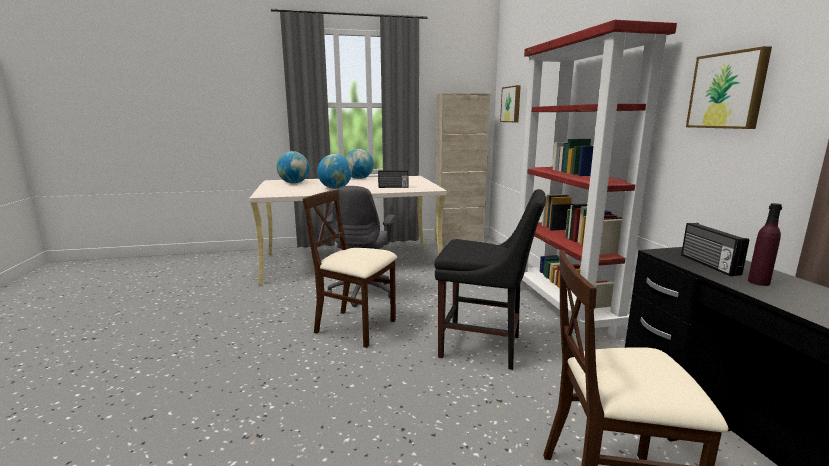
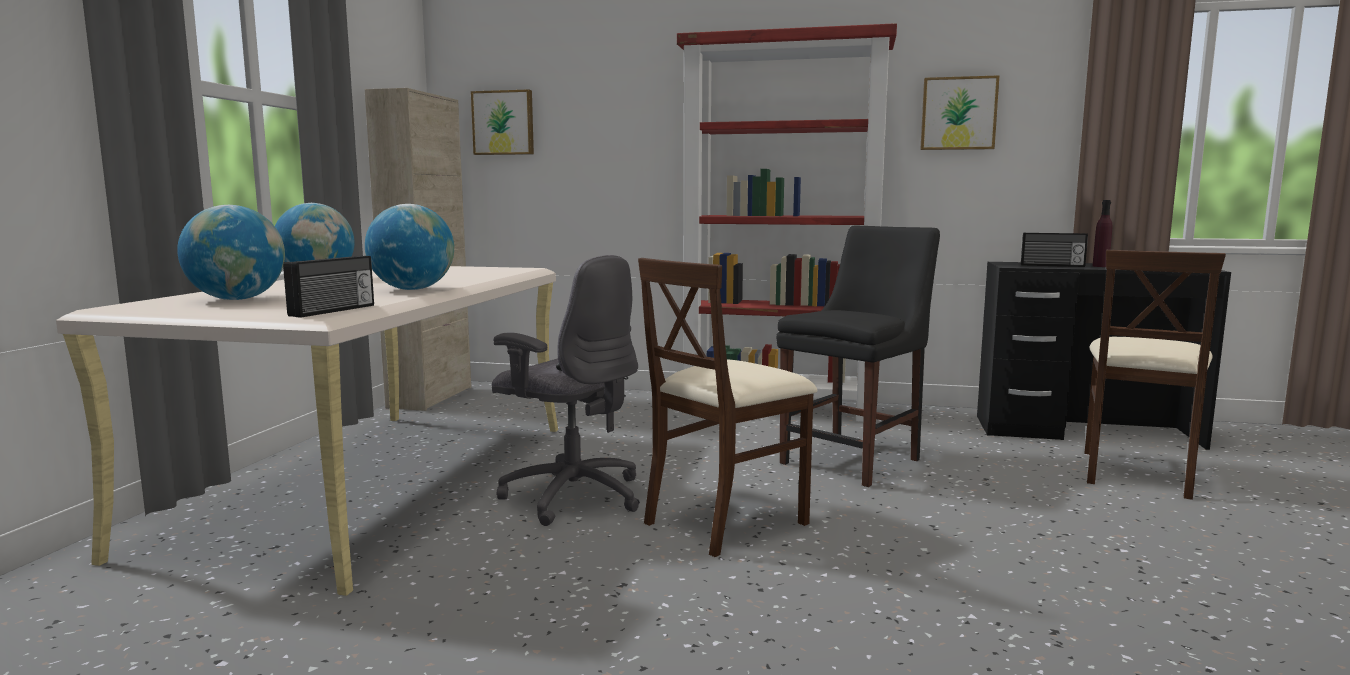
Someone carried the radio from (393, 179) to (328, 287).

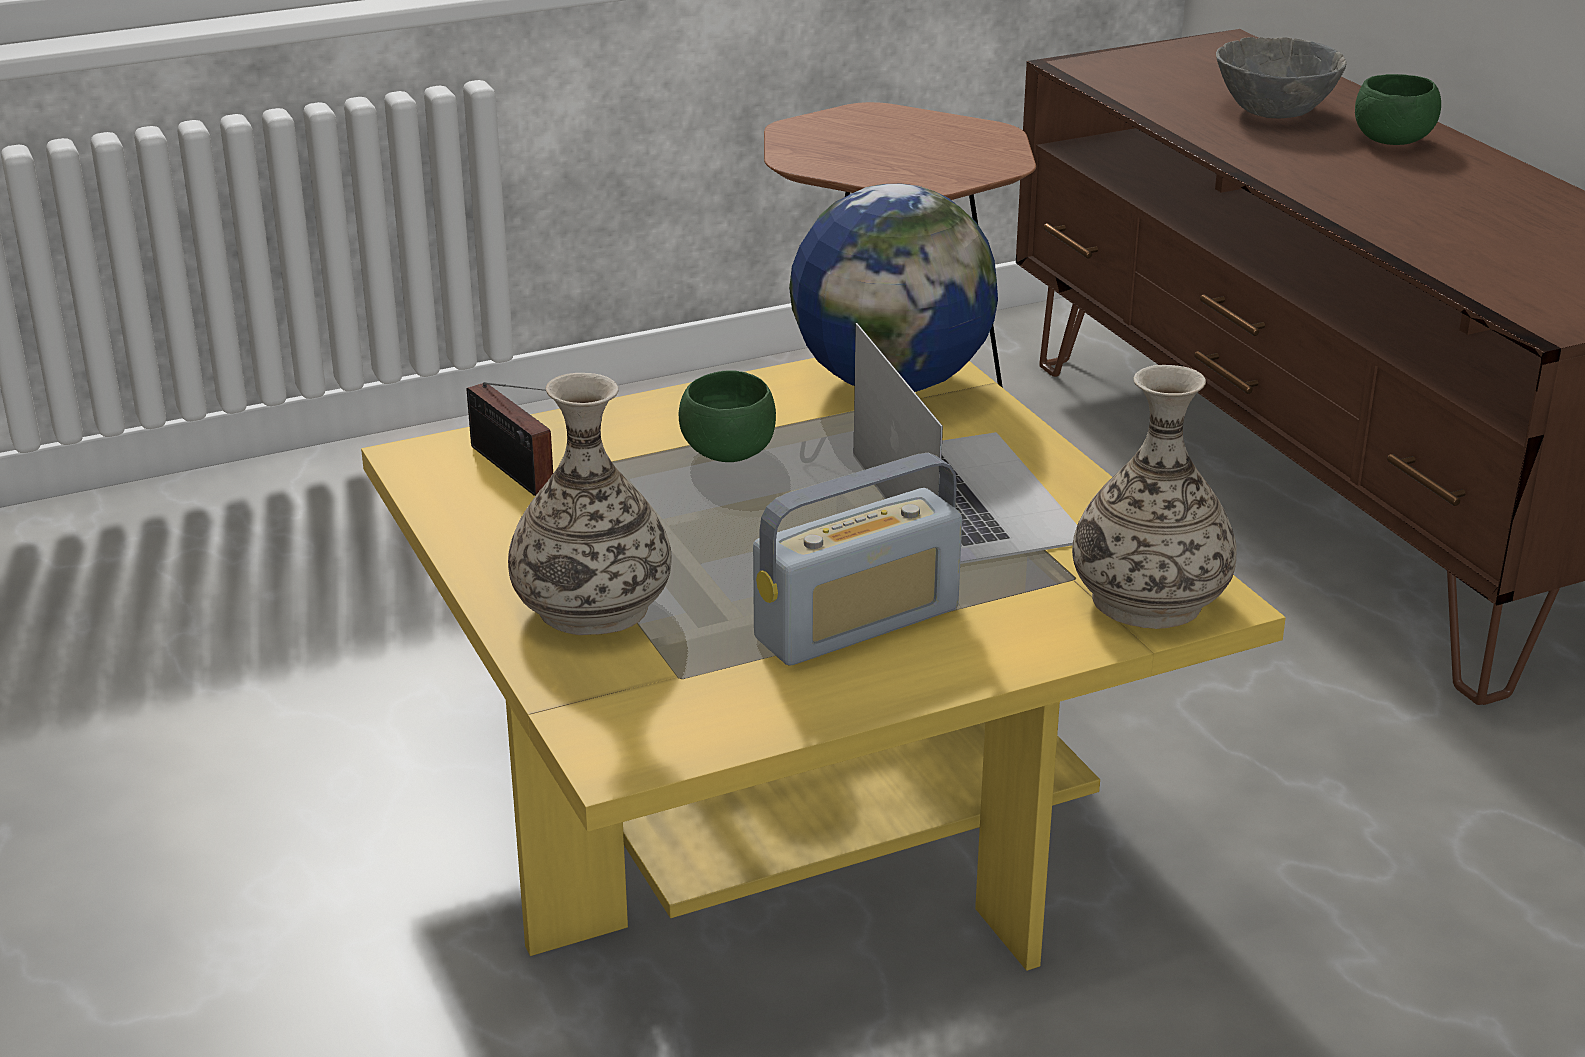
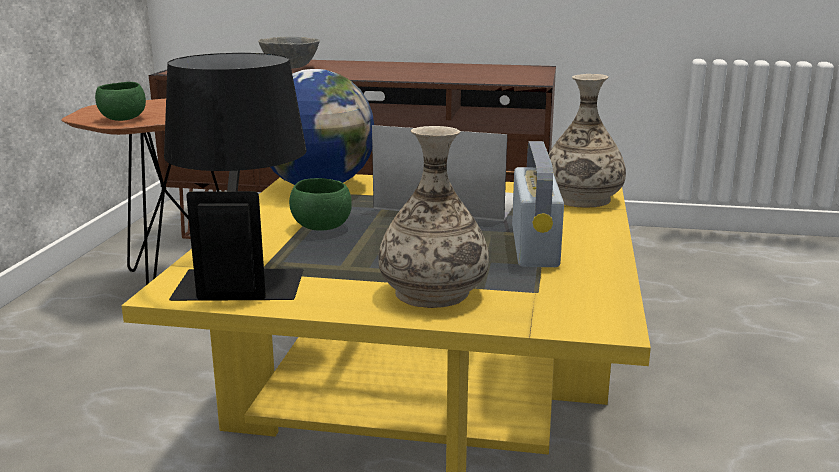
Someone carried the green bowl from (1398, 109) to (120, 101). Someone swapped the radio at (510, 439) for the black table lamp at (235, 177).

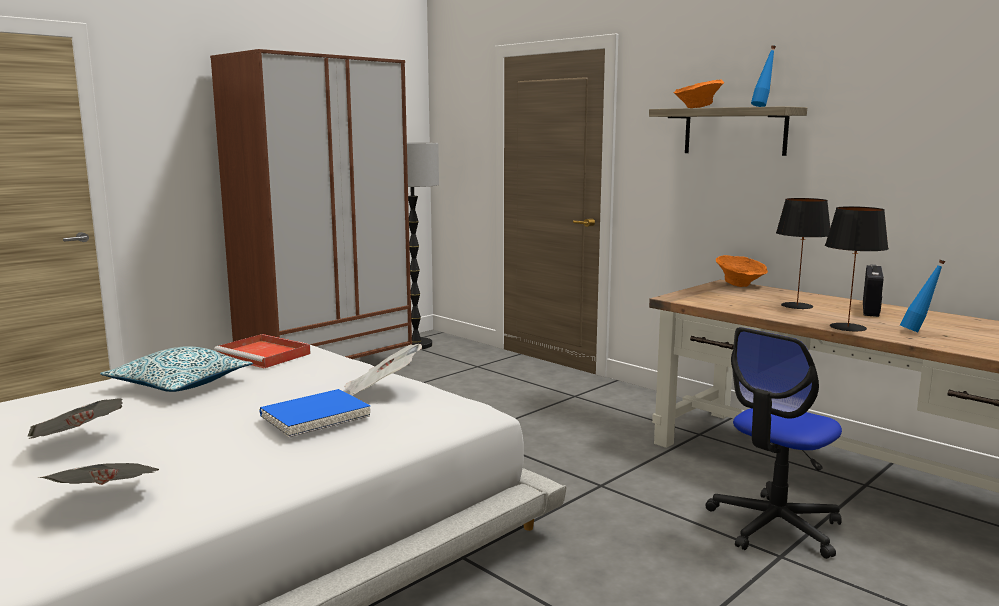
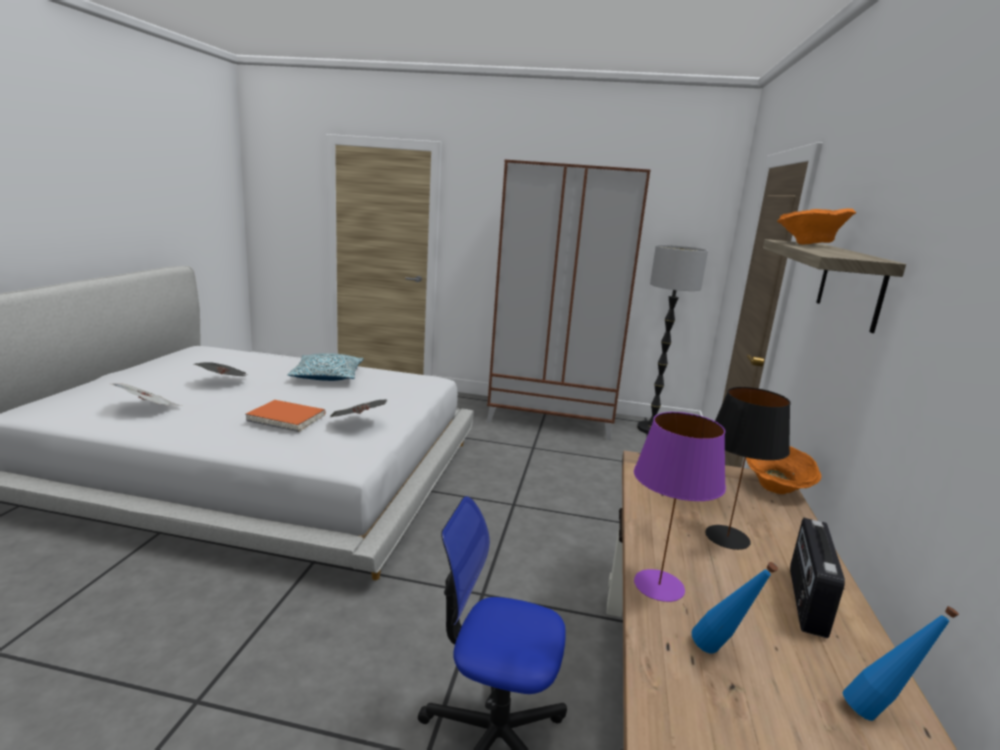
Someone took away the red tray at (262, 351). Someone carried the blue bottle from (763, 76) to (901, 663). Someone repainted the blue book at (315, 413), which became the orange book at (286, 416). Someone repainted the black table lamp at (857, 268), which became the purple table lamp at (680, 507). Someone rotated the radio at (873, 291) by 120 degrees clockwise.

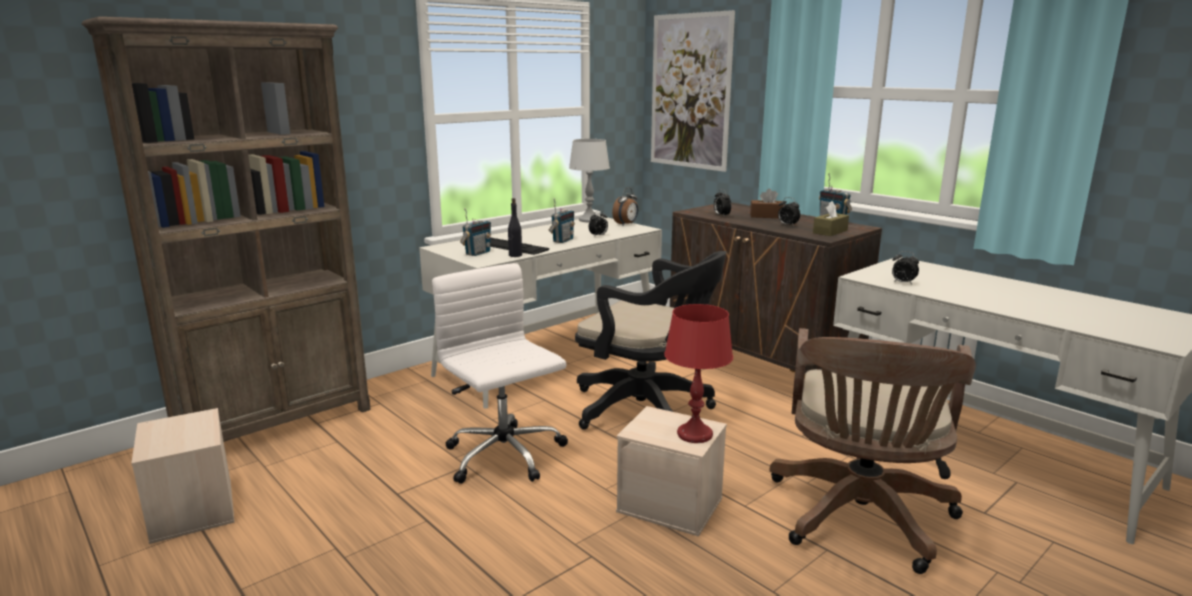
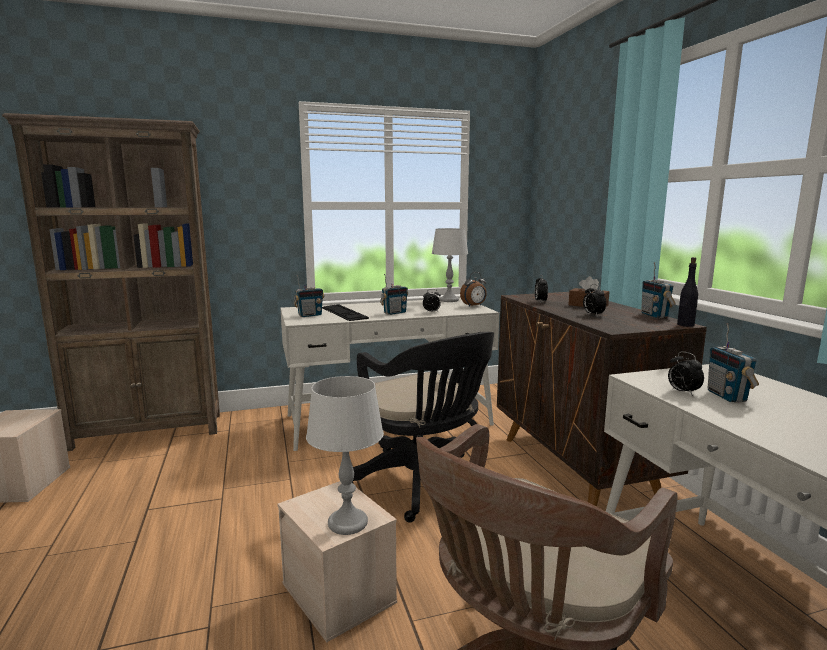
Someone took away the white office chair at (500, 373). Someone took away the picture at (693, 91). Someone took away the brown tissue box at (831, 218). Someone put down the radio at (733, 363). Someone carried the black bottle from (515, 227) to (687, 292). Someone repainted the red table lamp at (698, 373), which became the grey table lamp at (345, 455).

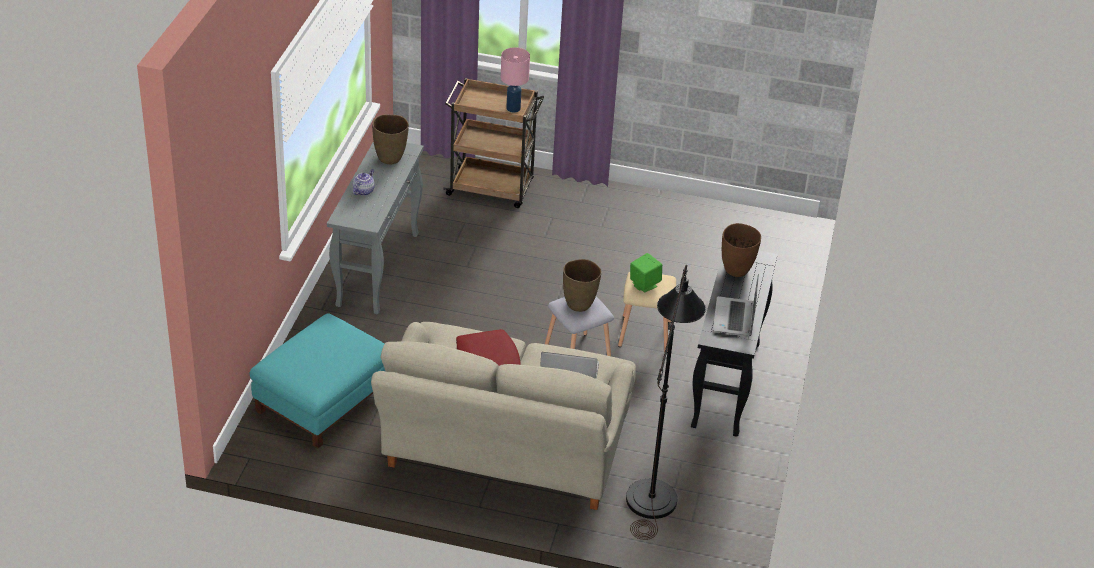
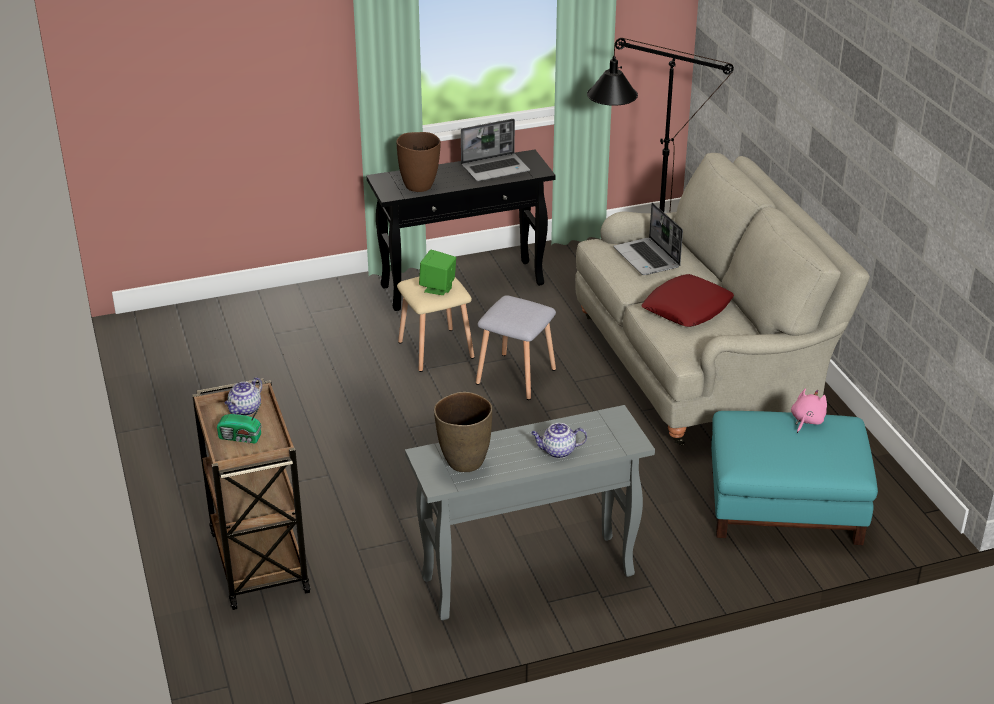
Someone took away the brown vase at (582, 285). Someone put down the radio at (239, 422). Someone put down the pink plush toy at (809, 410). Someone swapped the pink table lamp at (515, 80) for the teapot at (243, 396).

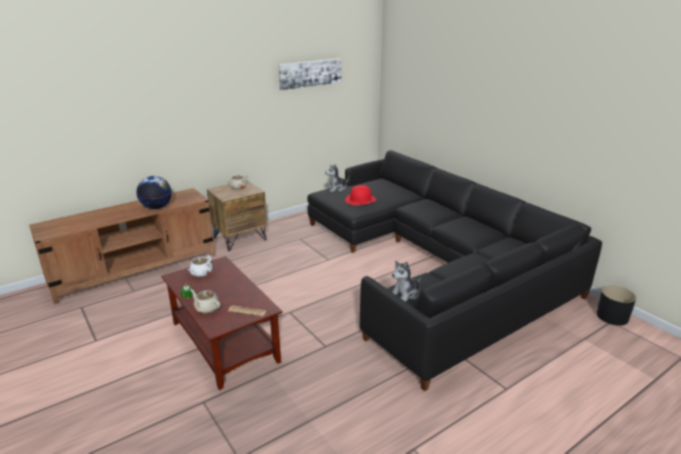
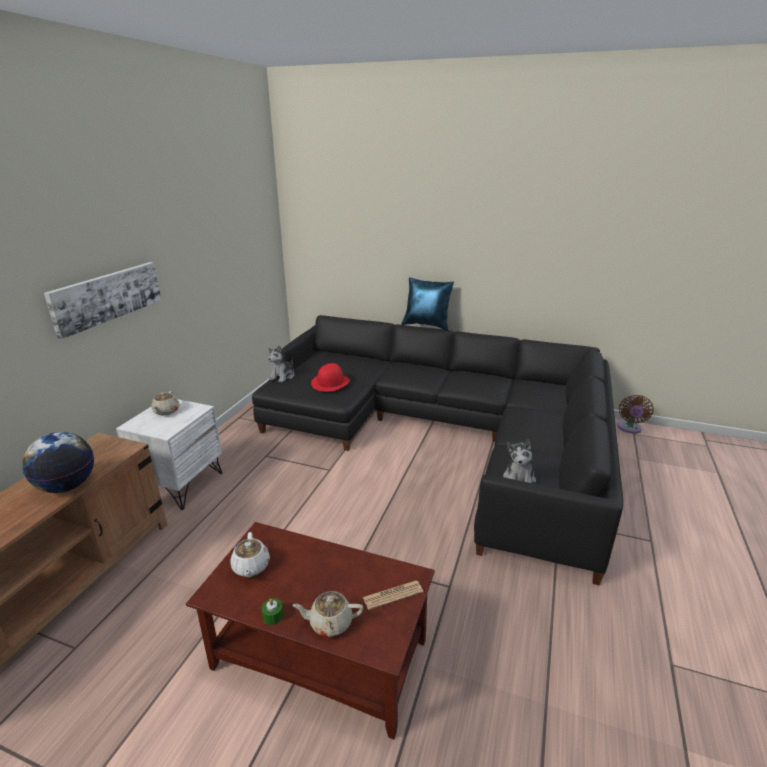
Someone put down the blue pillow at (428, 304). Someone carried the picture from (309, 74) to (102, 300). Someone swapped the black planter at (616, 305) for the brown fan at (635, 414). Someone repainted the brown nightstand at (237, 215), which became the white nightstand at (169, 454).

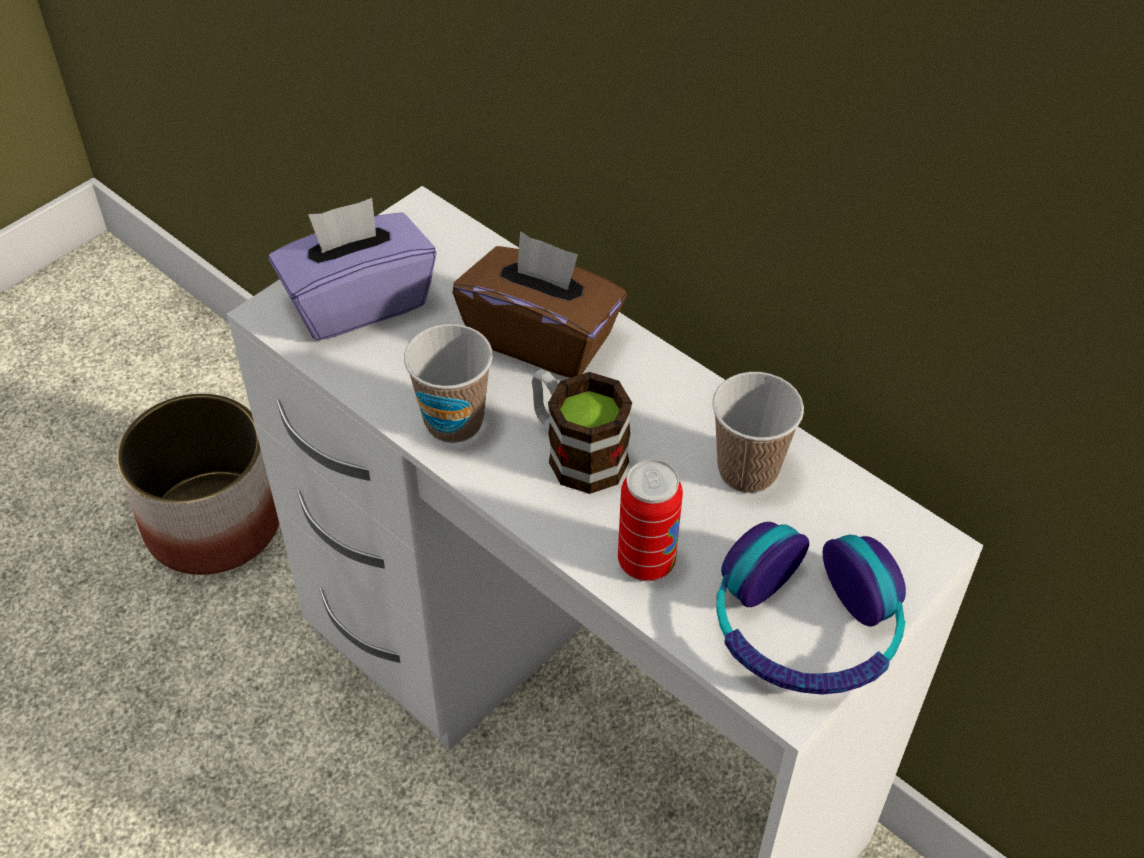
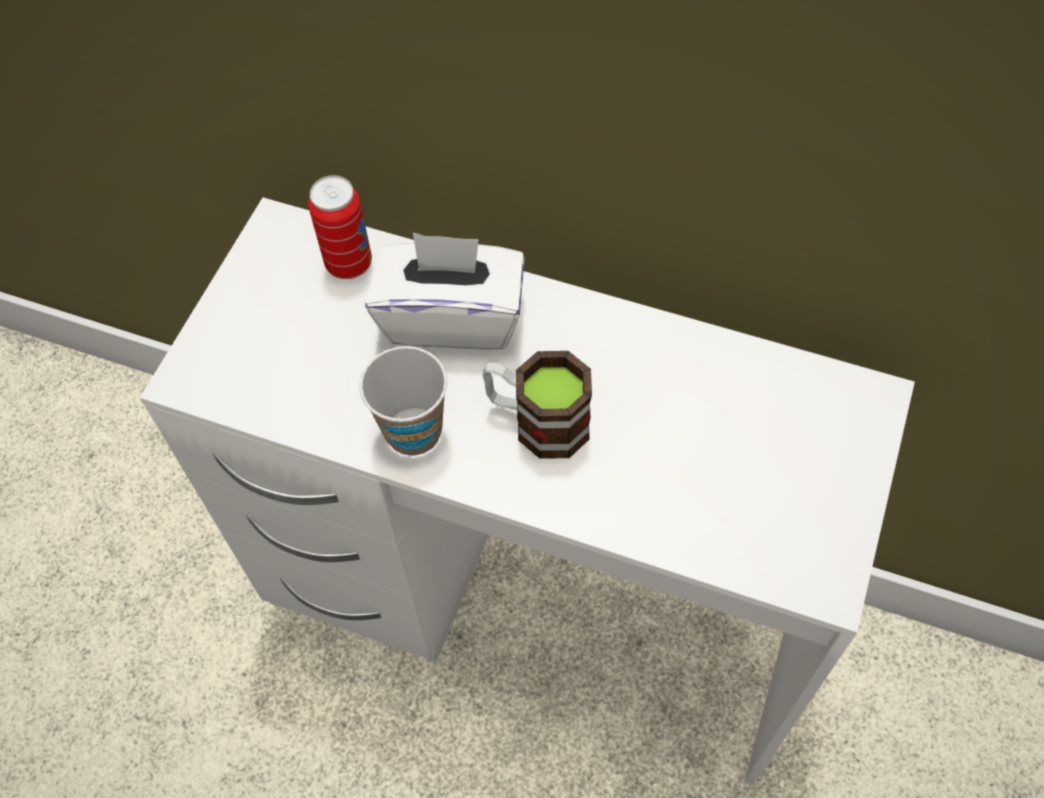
Someone took away the planter at (197, 484). Someone took away the purple tissue box at (353, 269). Someone took away the cup at (758, 432). Someone took away the headphones at (811, 608). Someone carried the can from (650, 520) to (340, 227). Someone repainted the brown tissue box at (540, 304), which became the white tissue box at (444, 291).

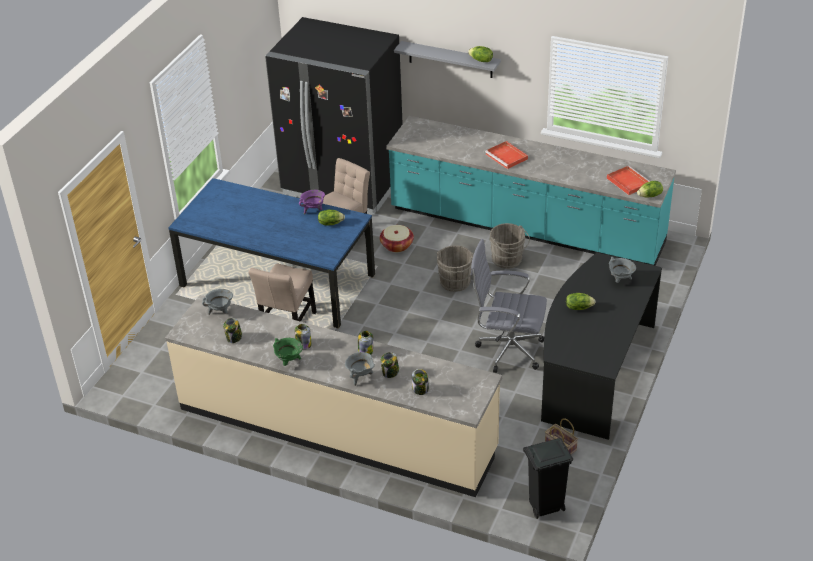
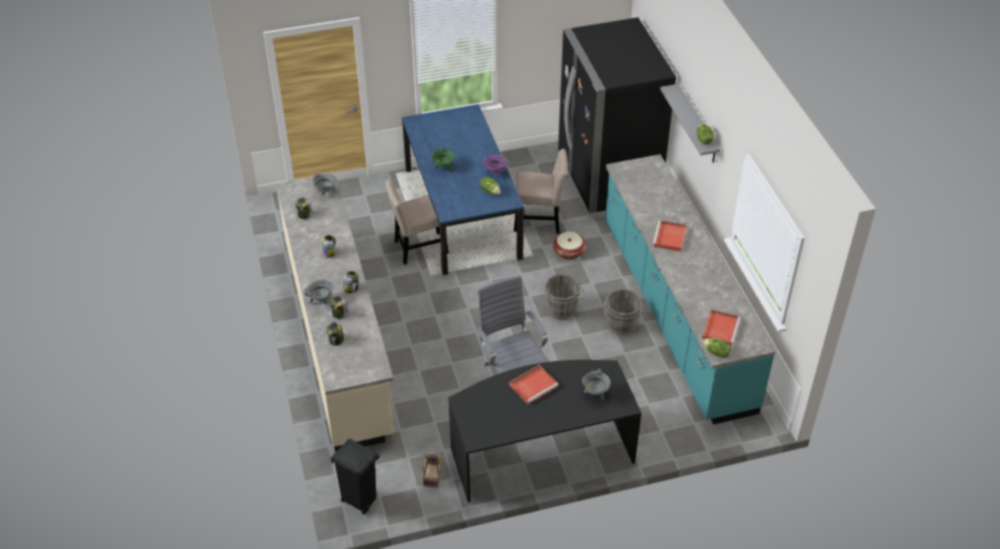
Someone carried the green cooking pot from (288, 352) to (443, 159). Someone swapped the lettuce at (580, 301) for the red tray at (534, 384).

